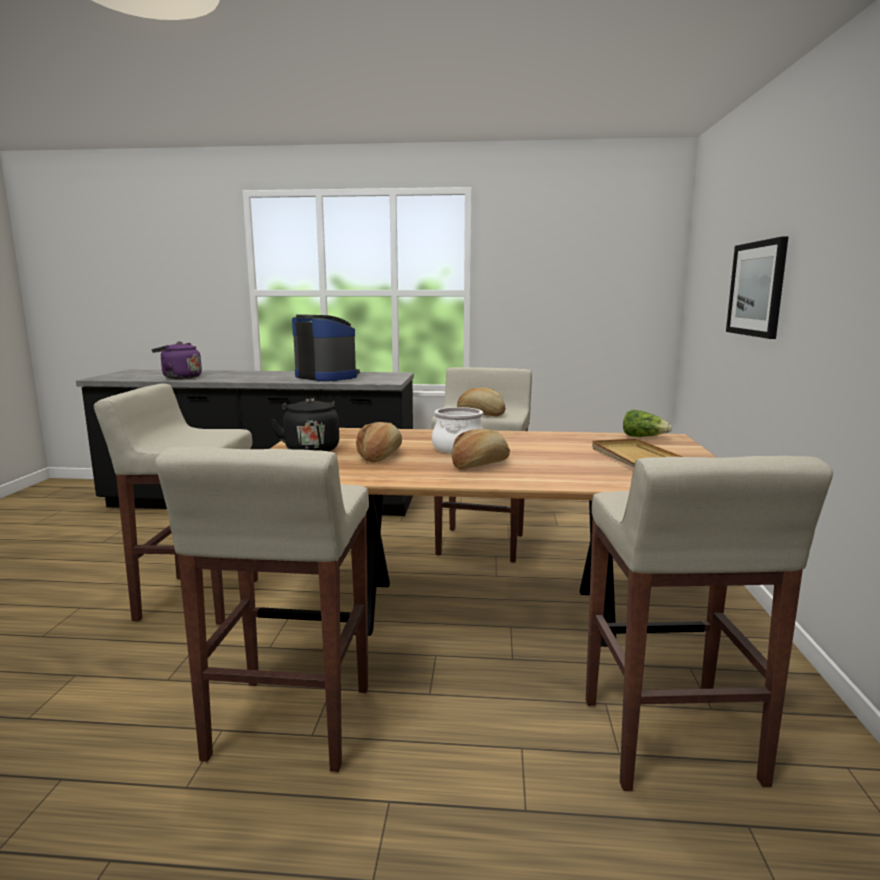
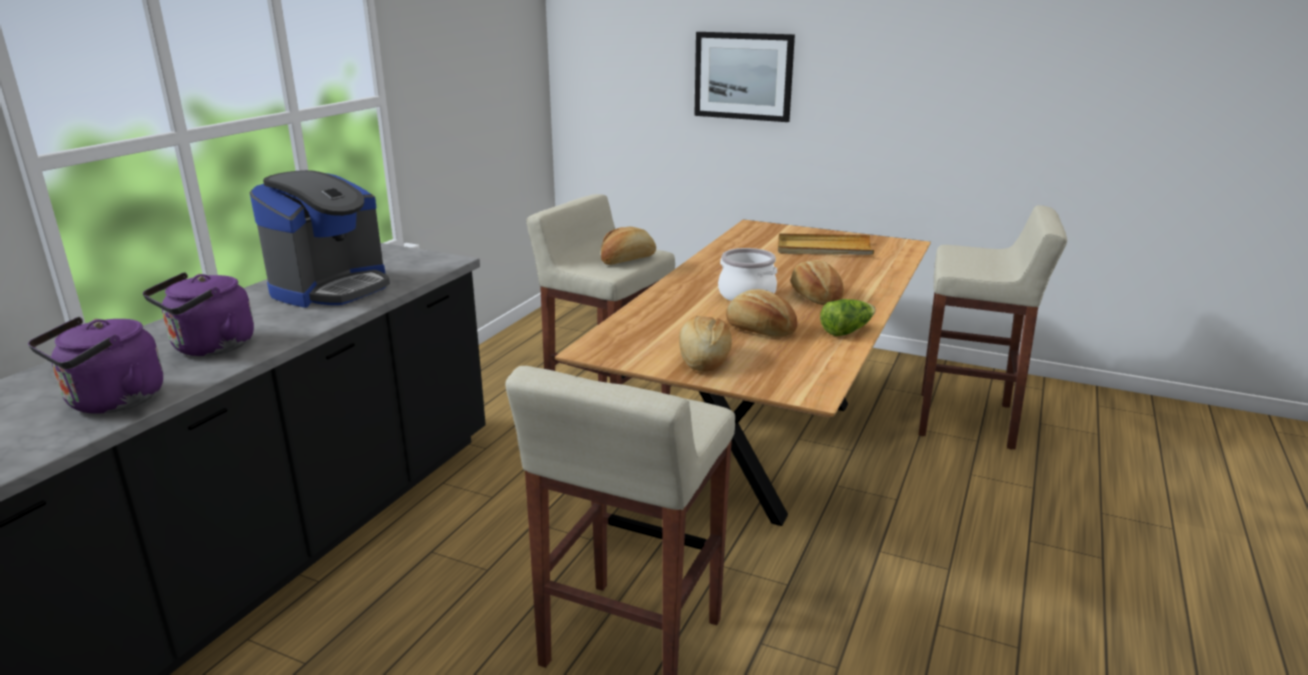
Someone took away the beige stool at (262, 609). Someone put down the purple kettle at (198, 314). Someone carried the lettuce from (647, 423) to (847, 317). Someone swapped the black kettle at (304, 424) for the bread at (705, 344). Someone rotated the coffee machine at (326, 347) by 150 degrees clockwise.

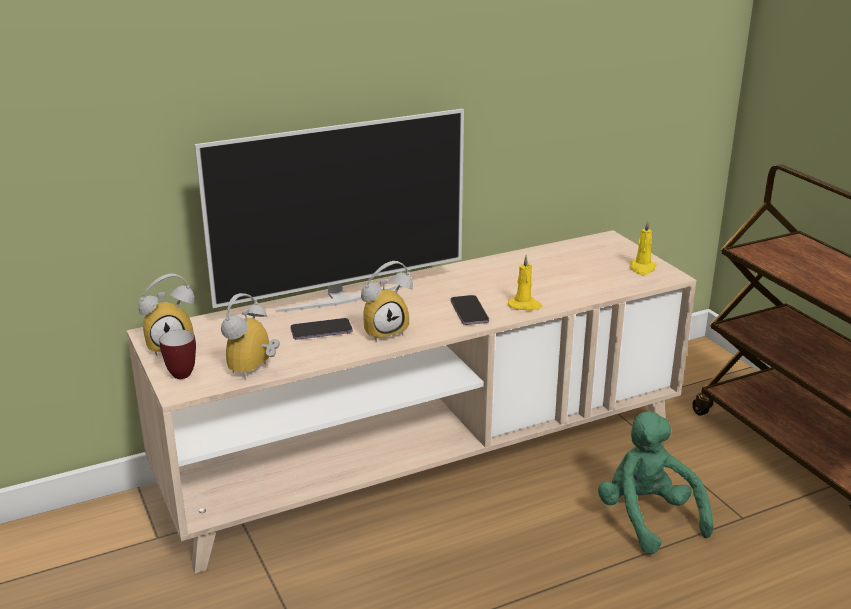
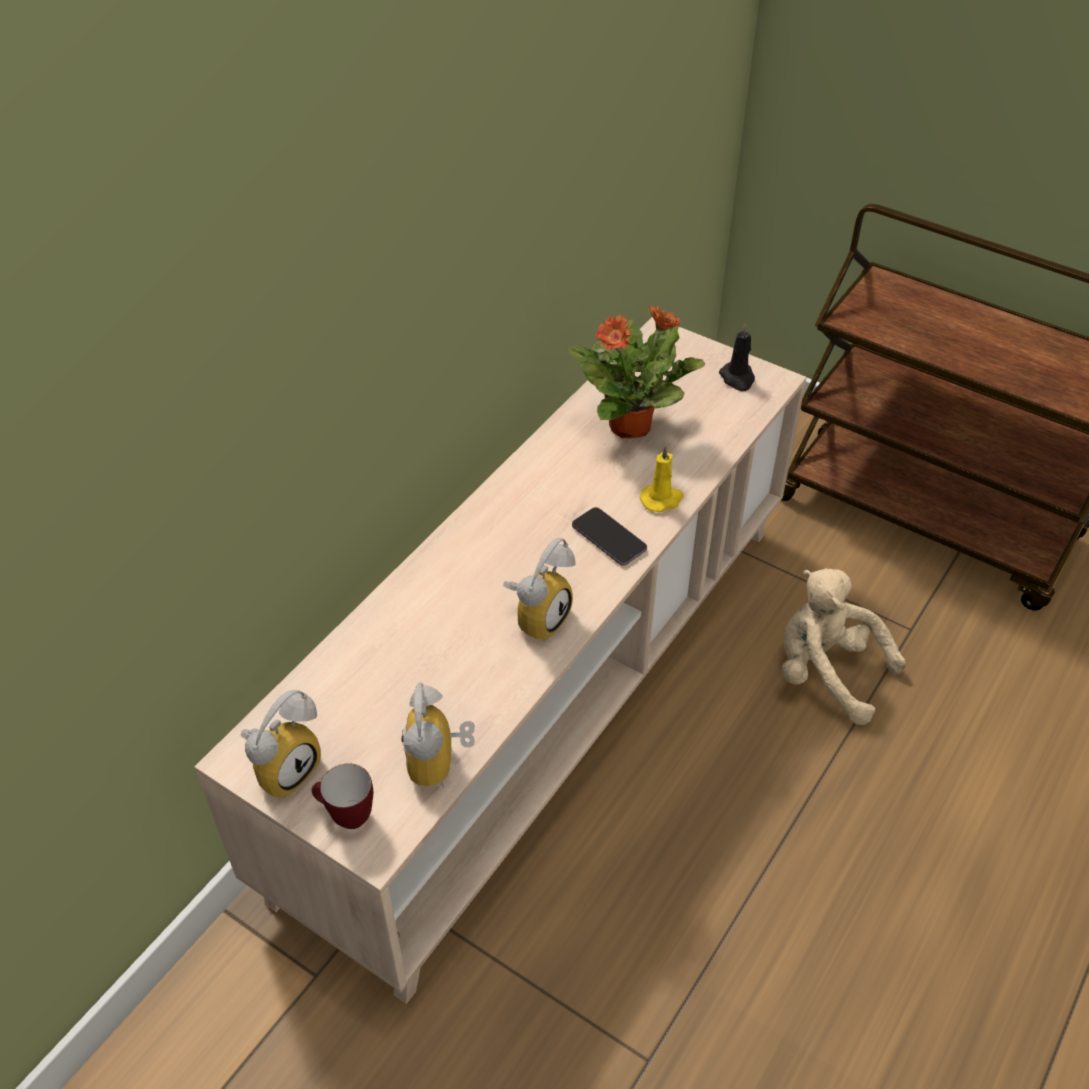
Someone took away the television at (329, 210). Someone took away the phone at (322, 329). Someone put down the potted plant at (636, 371). Someone repainted the green plush toy at (656, 482), which became the beige plush toy at (844, 646). Someone repainted the yellow candle at (643, 247), which became the black candle at (737, 357).

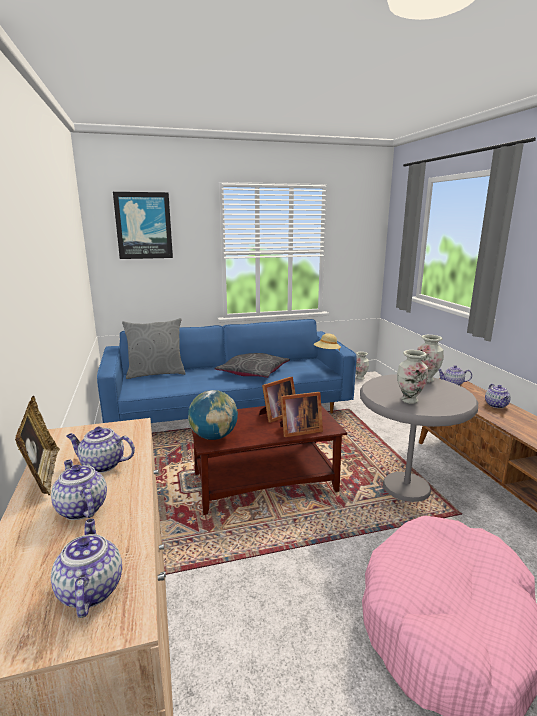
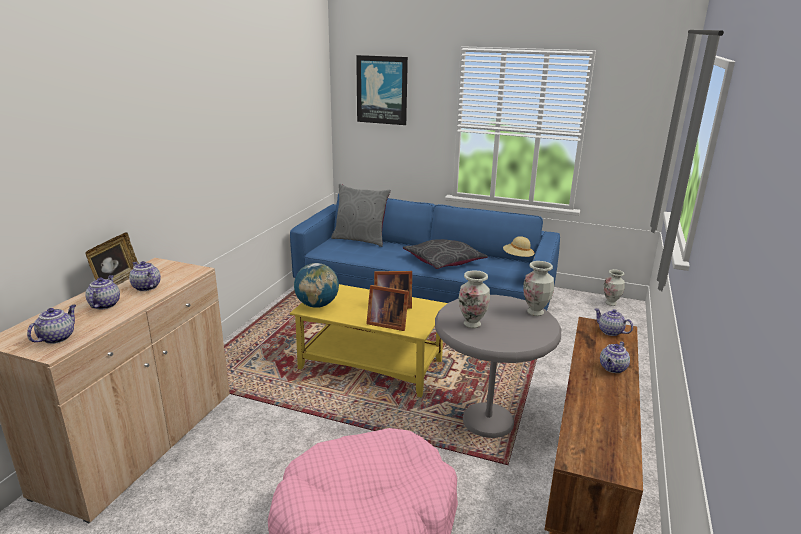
Someone repainted the brown coffee table at (269, 460), which became the yellow coffee table at (368, 340).

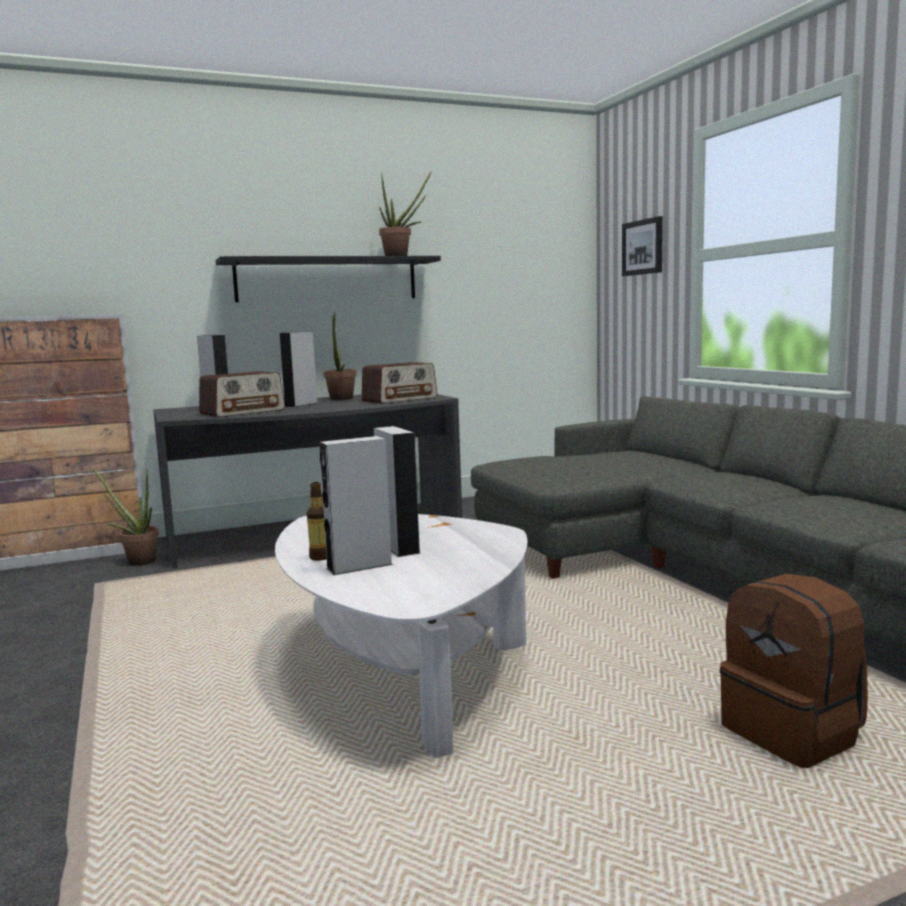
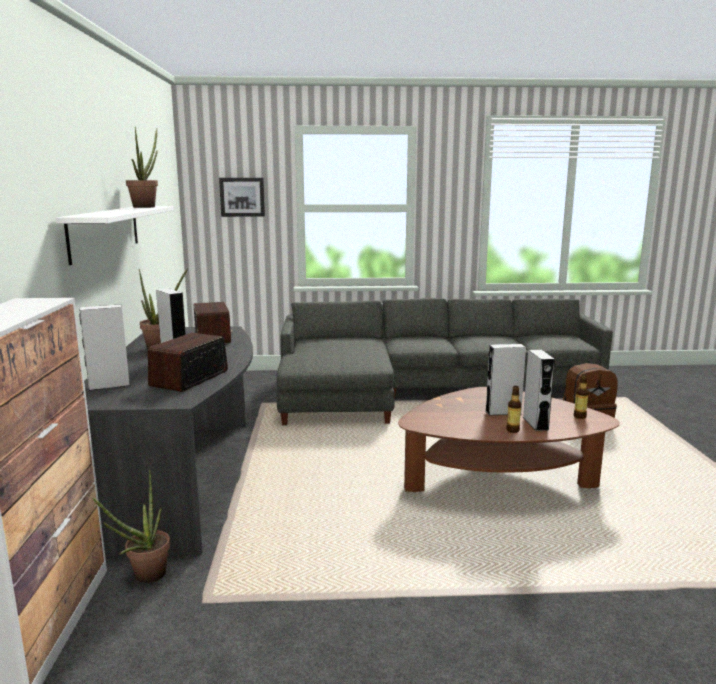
Someone put down the bottle at (581, 396). Someone repainted the black shelf at (328, 279), which became the white shelf at (114, 235). Someone repainted the white coffee table at (401, 636), which became the brown coffee table at (509, 439). Someone rotated the radio at (242, 394) by 135 degrees counterclockwise.

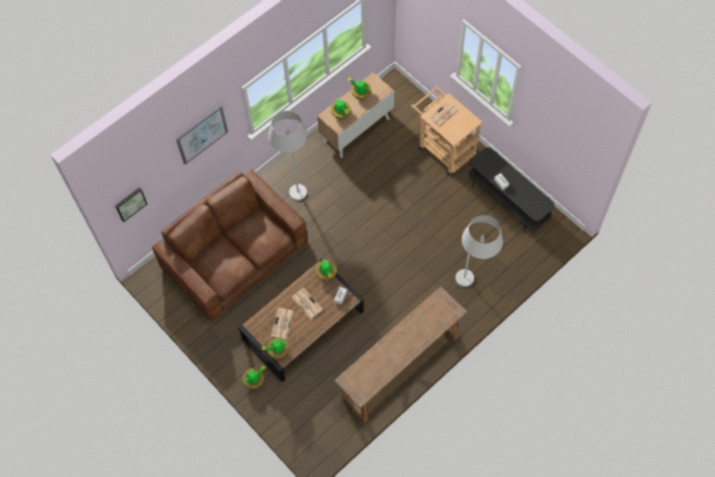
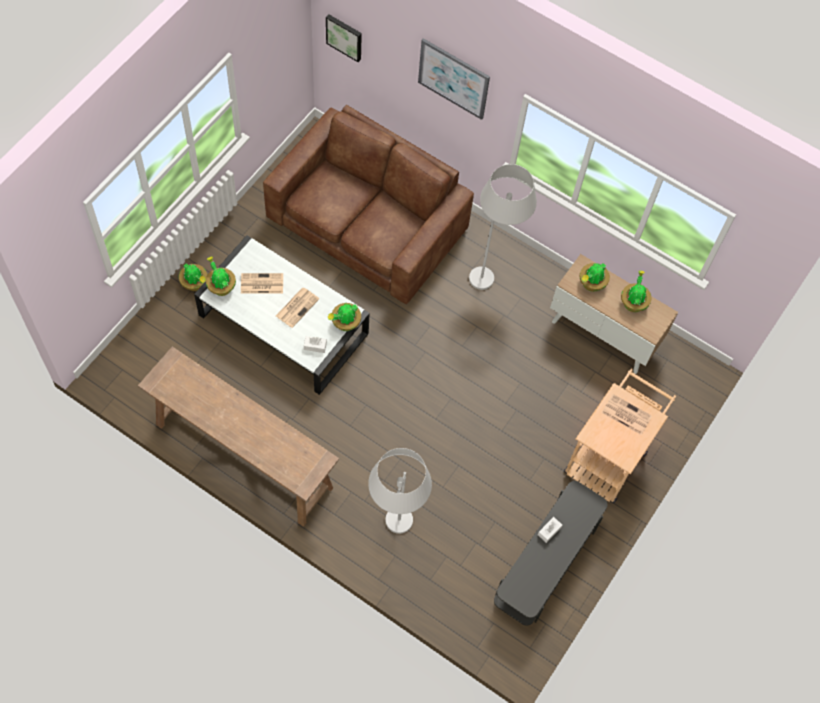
Someone repainted the brown coffee table at (301, 320), which became the white coffee table at (281, 315).

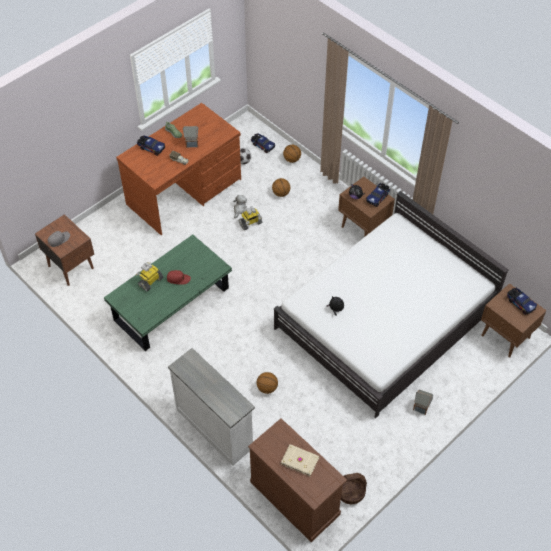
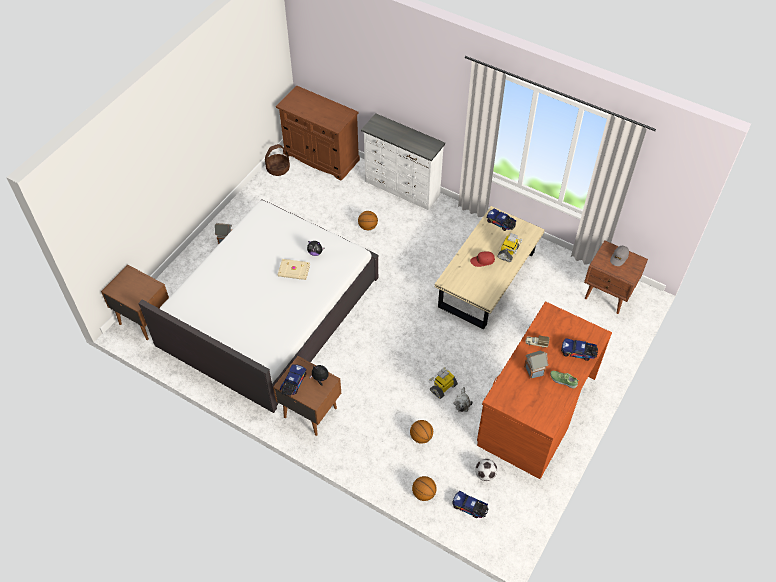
Someone carried the beige book from (300, 460) to (294, 269). Someone carried the toy truck from (522, 301) to (501, 219). Someone repainted the green coffee table at (168, 293), which became the beige coffee table at (489, 267).

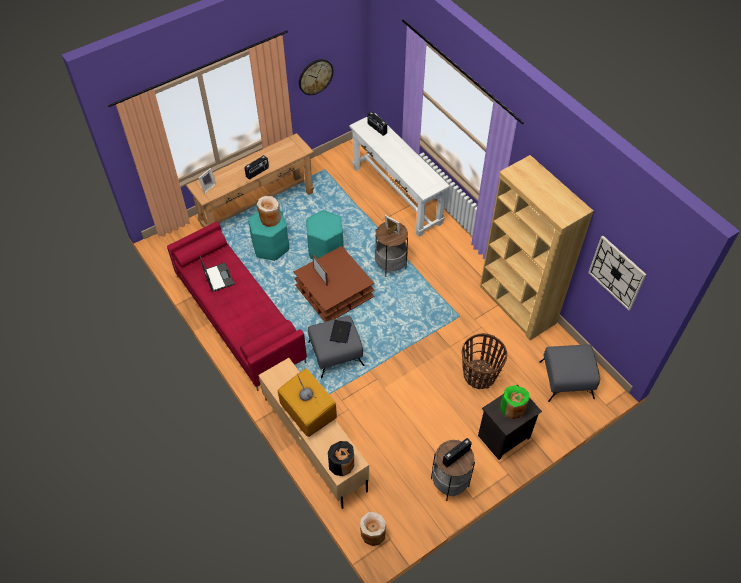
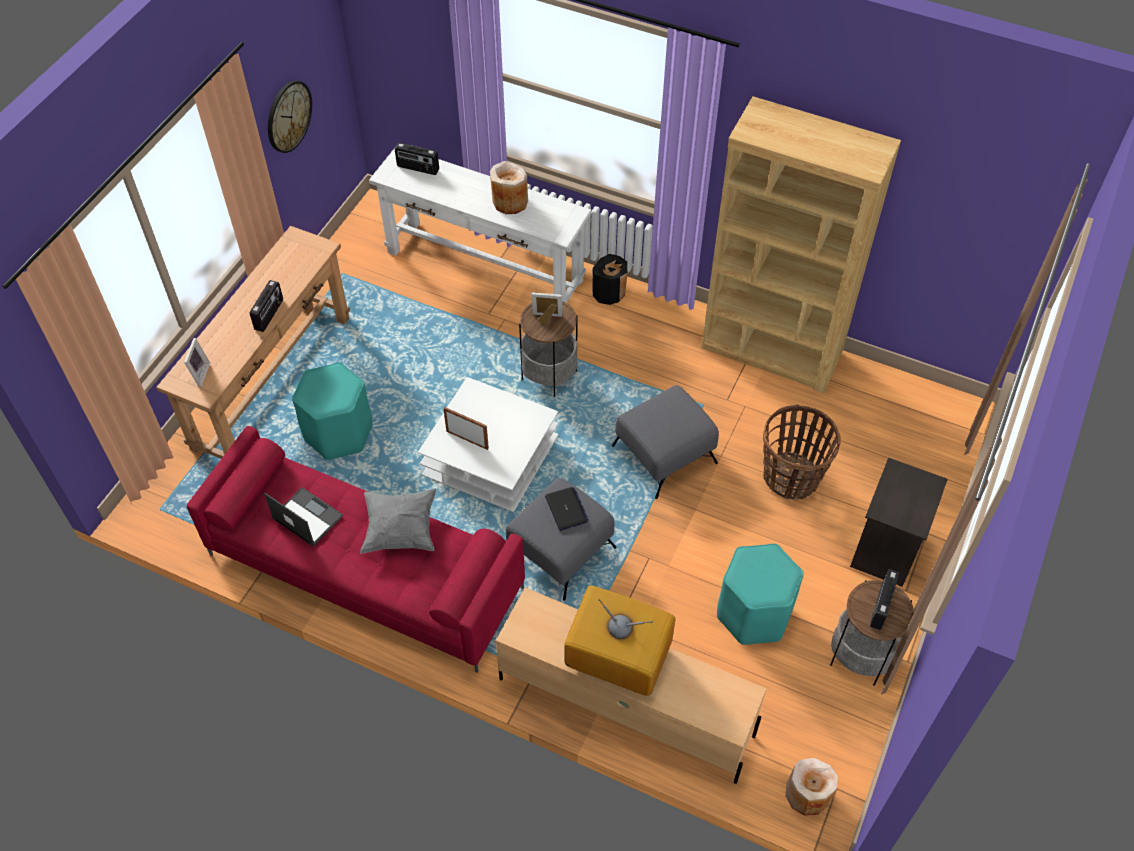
Someone took away the green vase at (514, 402). Someone took away the wall clock at (617, 273). Someone put down the grey pillow at (398, 521). Someone carried the beige vase from (269, 211) to (509, 187). Someone carried the turquoise stool from (325, 234) to (760, 594). Someone carried the black vase from (341, 458) to (609, 279). Someone carried the grey ottoman from (570, 373) to (665, 442). Someone repainted the brown coffee table at (334, 284), which became the white coffee table at (488, 444).

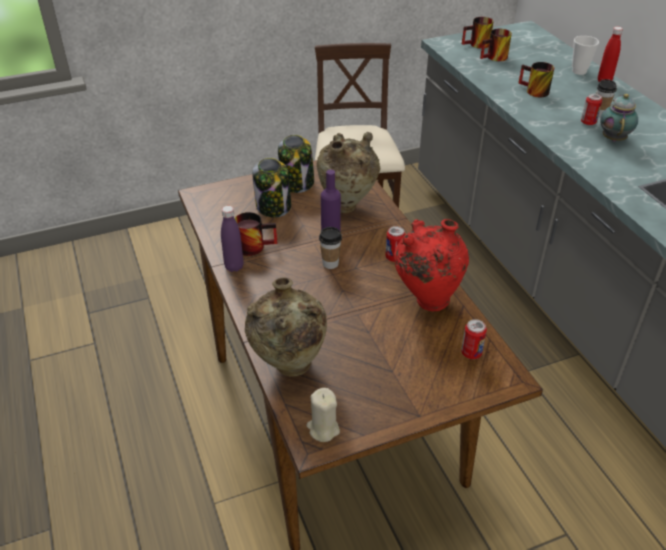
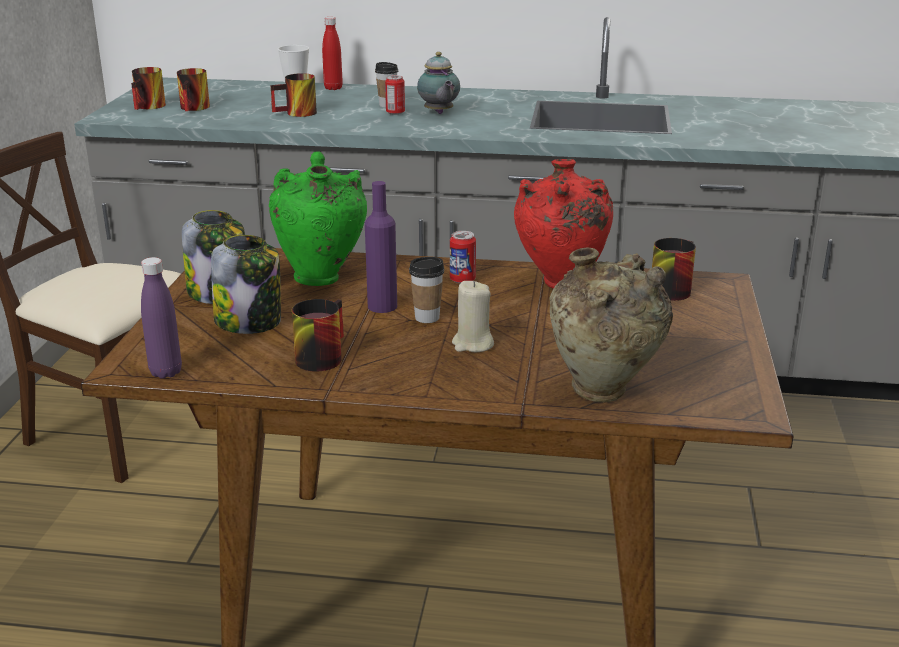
Someone carried the purple bottle from (232, 239) to (161, 318). Someone carried the beige candle from (323, 415) to (473, 316). Someone swapped the can at (474, 339) for the mug at (674, 269). Someone repainted the beige vase at (348, 172), which became the green vase at (318, 218). Someone rotated the teapot at (619, 118) by 150 degrees counterclockwise.

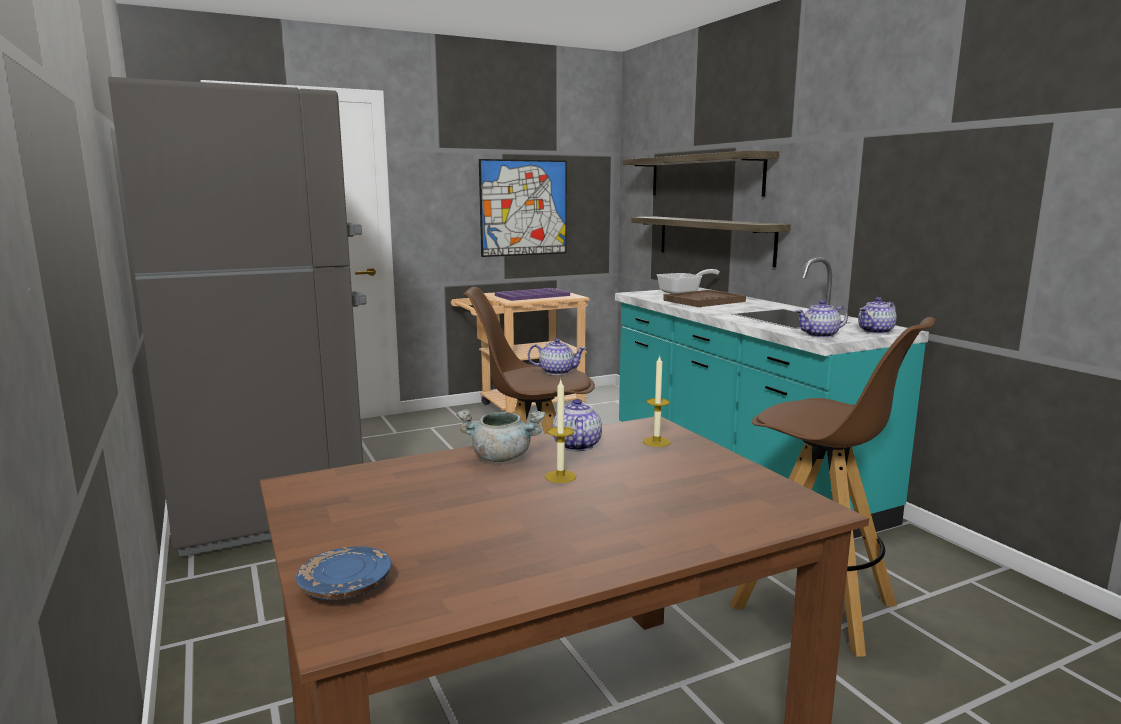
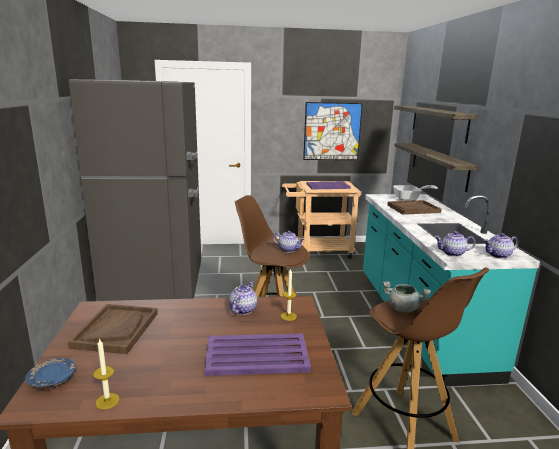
Someone put down the brown tray at (113, 329). Someone put down the purple tray at (257, 355). Someone carried the grey cooking pot from (501, 435) to (406, 296). Someone carried the candle from (560, 431) to (106, 373).

